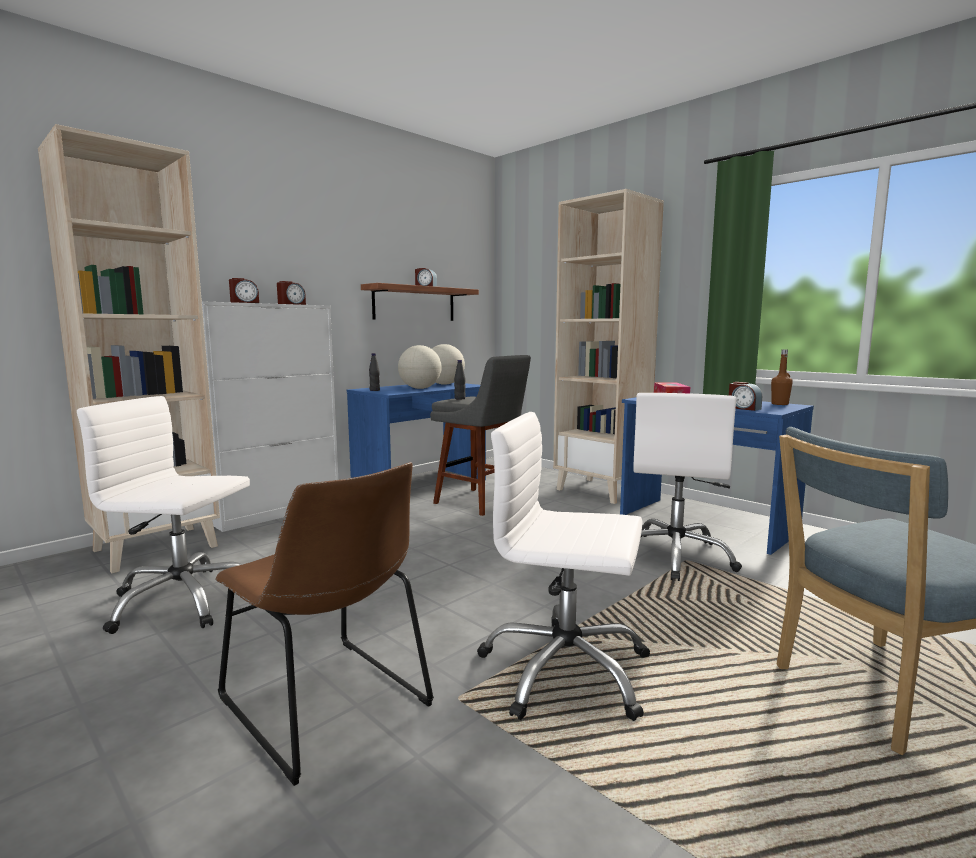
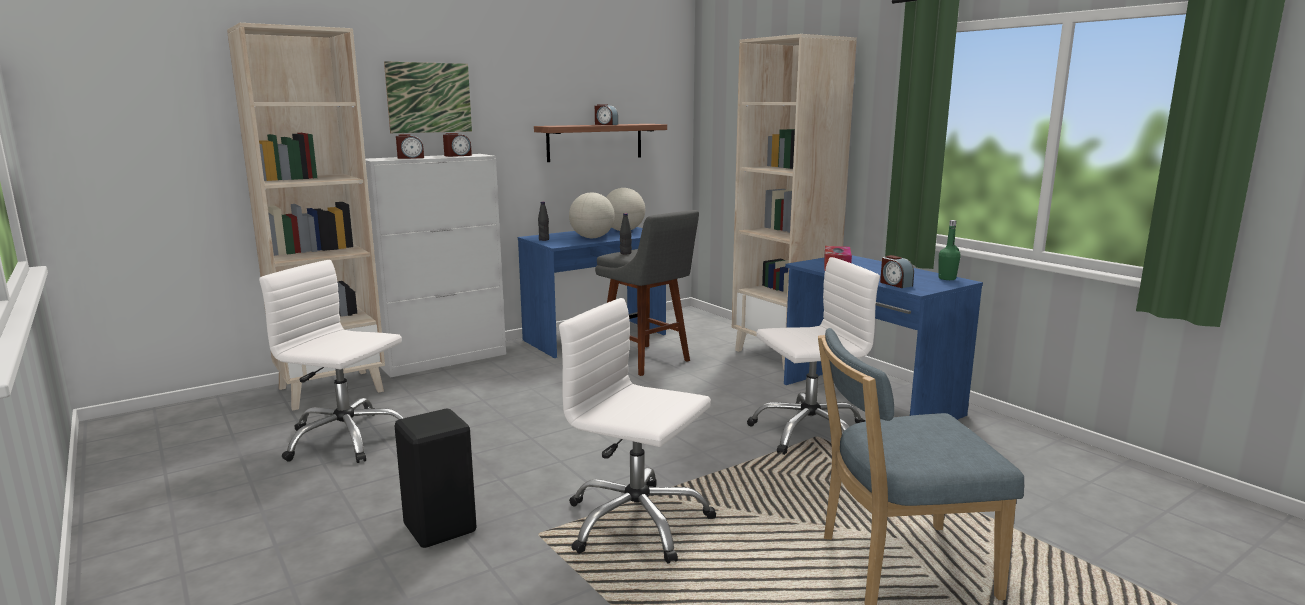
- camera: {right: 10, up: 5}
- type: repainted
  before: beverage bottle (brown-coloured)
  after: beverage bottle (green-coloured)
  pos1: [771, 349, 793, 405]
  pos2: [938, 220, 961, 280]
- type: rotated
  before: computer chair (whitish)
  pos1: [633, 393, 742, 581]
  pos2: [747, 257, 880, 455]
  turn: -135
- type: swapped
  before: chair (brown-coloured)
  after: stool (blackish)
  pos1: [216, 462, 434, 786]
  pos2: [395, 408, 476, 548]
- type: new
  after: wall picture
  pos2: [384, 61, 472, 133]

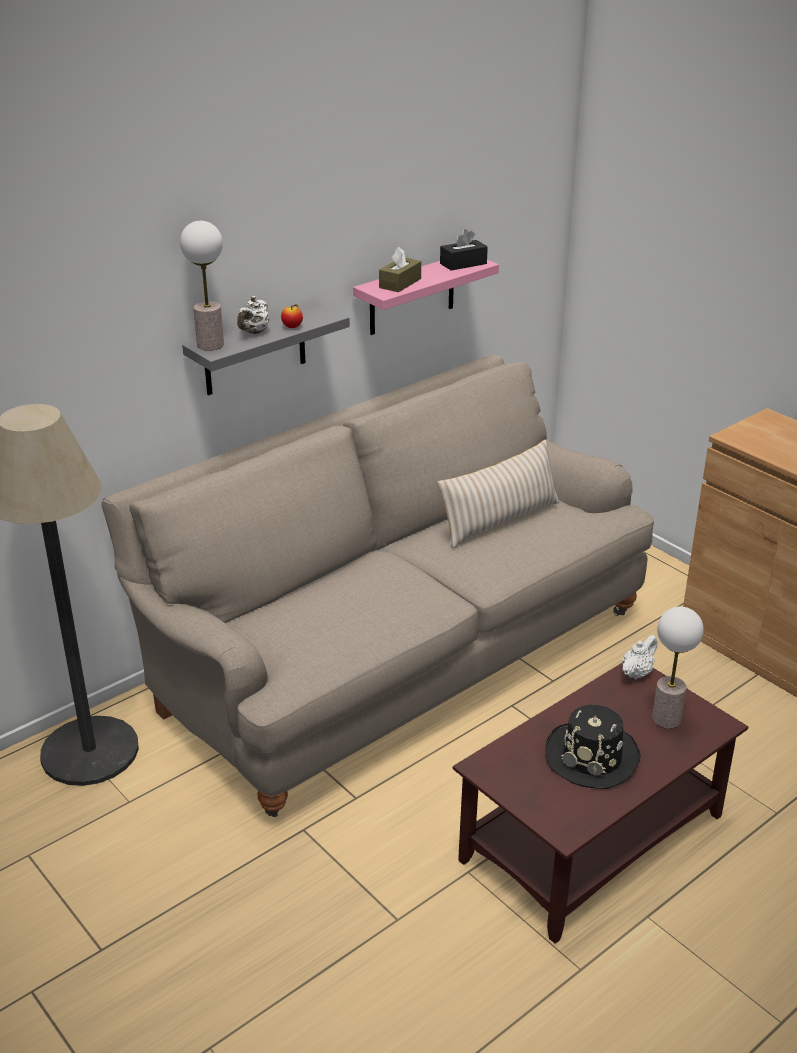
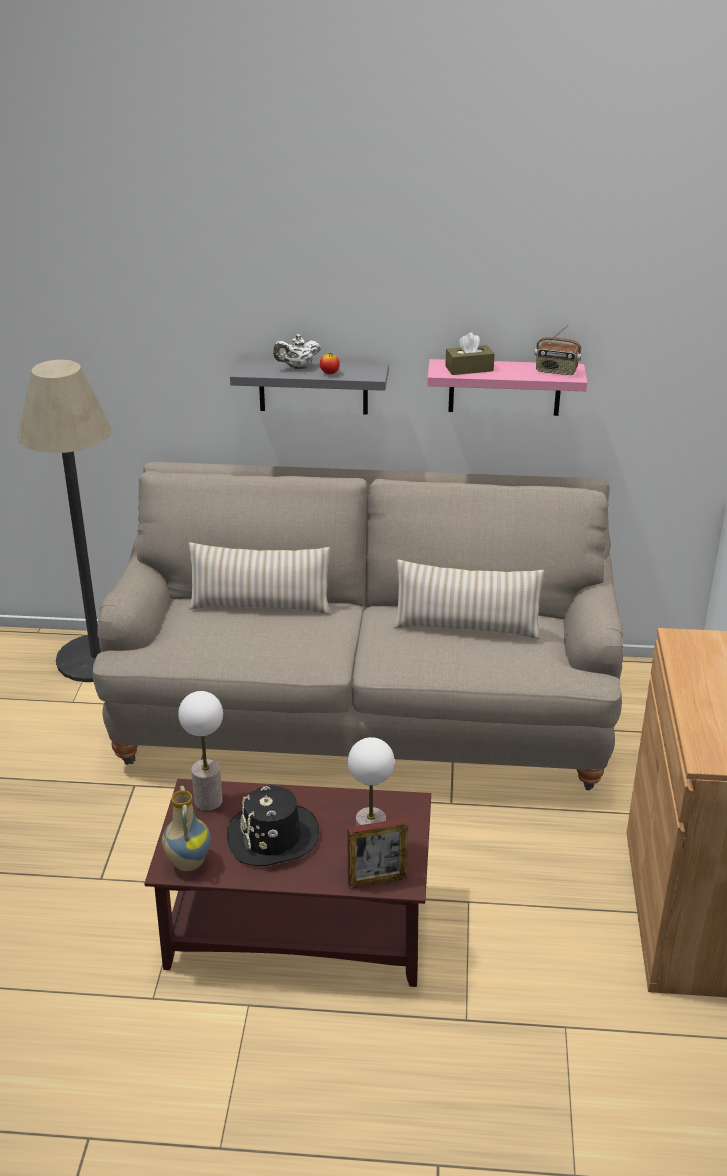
- camera: {right: 45, up: 0}
- type: shifted
  before: lamp for a table
  pos1: [180, 221, 224, 351]
  pos2: [178, 691, 223, 811]
- type: swapped
  before: tissue holder (blackish)
  after: radio set
  pos1: [440, 229, 488, 271]
  pos2: [535, 324, 582, 375]
- type: gone
  before: tea pot (whitish)
  pos1: [622, 635, 657, 679]
- type: new
  after: cushion (beige-coloured)
  pos2: [188, 542, 330, 615]
- type: new
  after: vase
  pos2: [162, 785, 211, 871]
- type: new
  after: standing frame
  pos2: [347, 818, 408, 888]

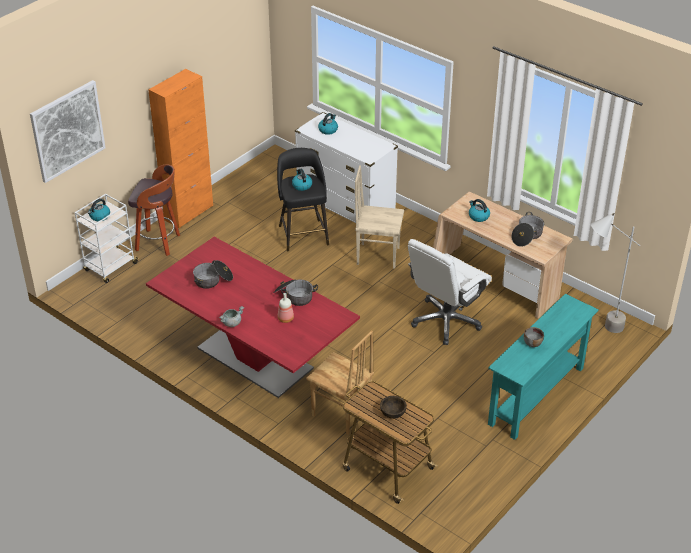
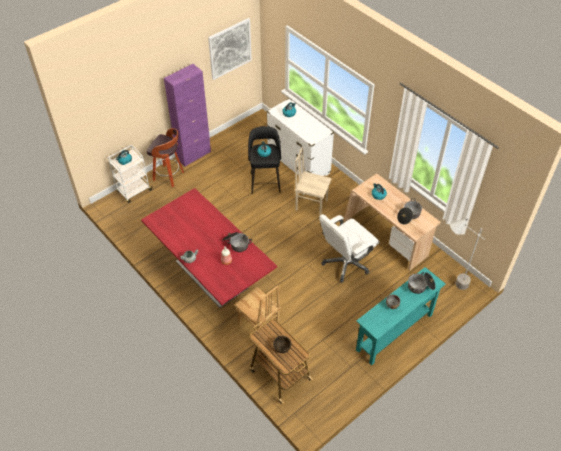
- camera: {right: 10, up: 10}
- type: repainted
  before: cabinet (orangey)
  after: cabinet (purple-coloured)
  pos1: [148, 69, 213, 228]
  pos2: [164, 64, 211, 167]
- type: shifted
  before: wall picture
  pos1: [30, 80, 106, 183]
  pos2: [208, 18, 252, 80]
- type: shifted
  before: cooking pot
  pos1: [193, 260, 233, 289]
  pos2: [408, 272, 435, 294]

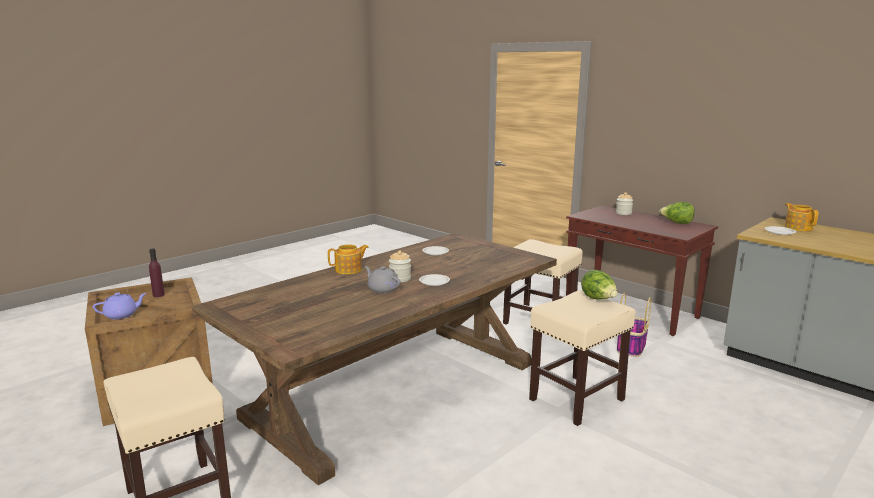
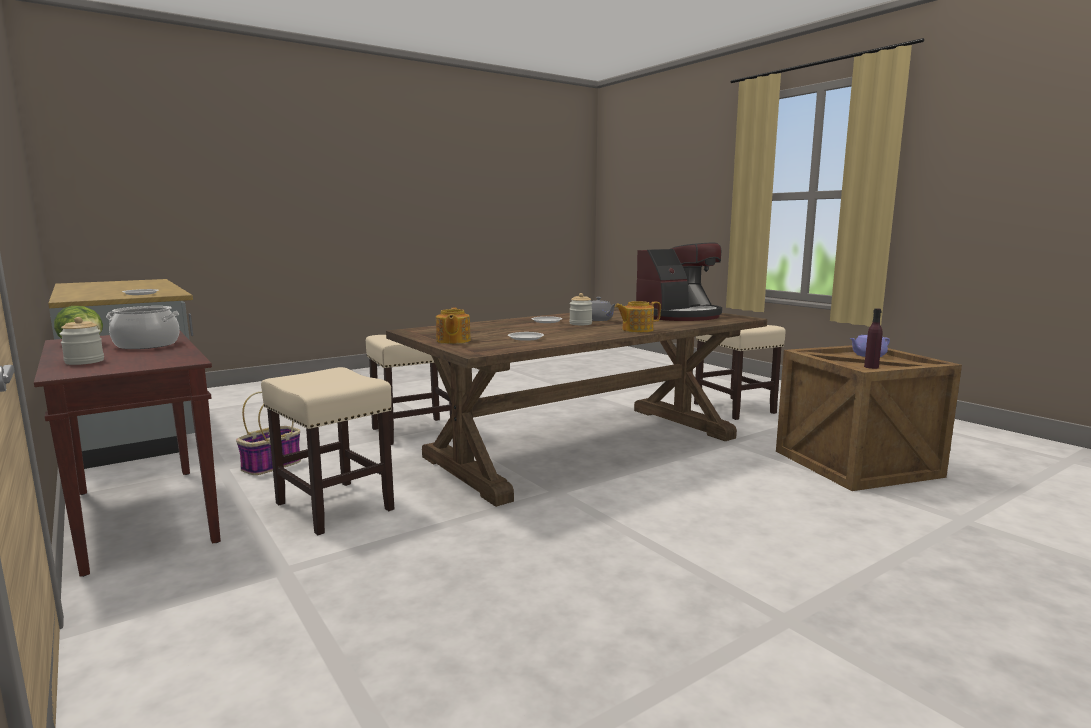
- camera: {right: -170, up: -5}
- type: shifted
  before: tea pot
  pos1: [784, 203, 819, 231]
  pos2: [436, 308, 471, 344]
- type: gone
  before: lettuce
  pos1: [581, 270, 618, 299]
- type: new
  after: coffee maker
  pos2: [636, 243, 722, 321]
- type: new
  after: cooking pot
  pos2: [106, 306, 180, 349]

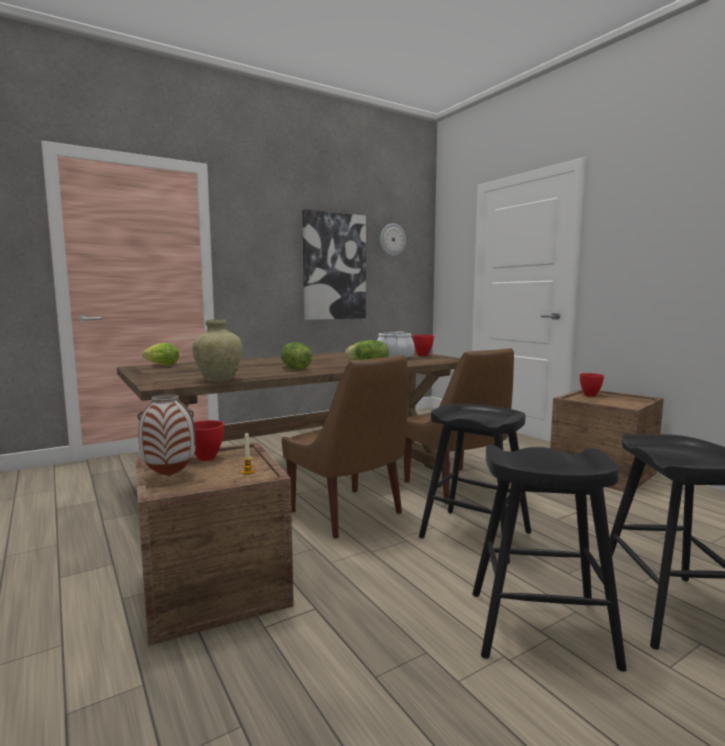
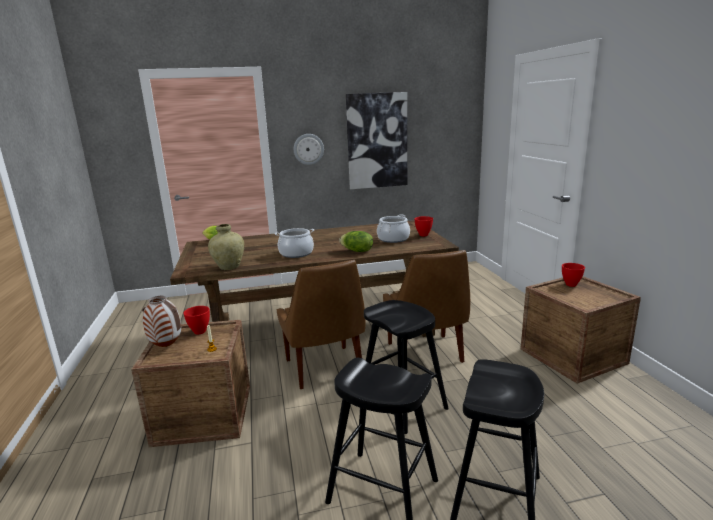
- camera: {right: 20, up: 10}
- type: shifted
  before: hanging clock
  pos1: [380, 223, 406, 256]
  pos2: [294, 134, 324, 165]
- type: swapped
  before: lettuce
  after: cooking pot
  pos1: [281, 342, 312, 370]
  pos2: [275, 228, 314, 258]

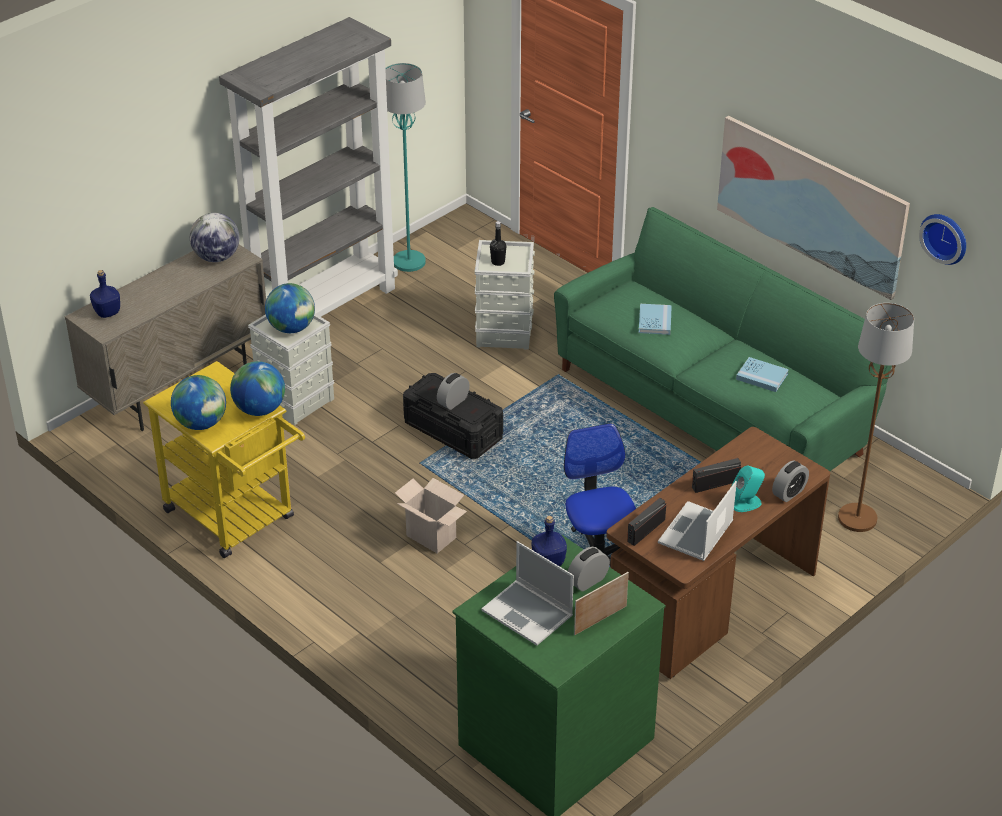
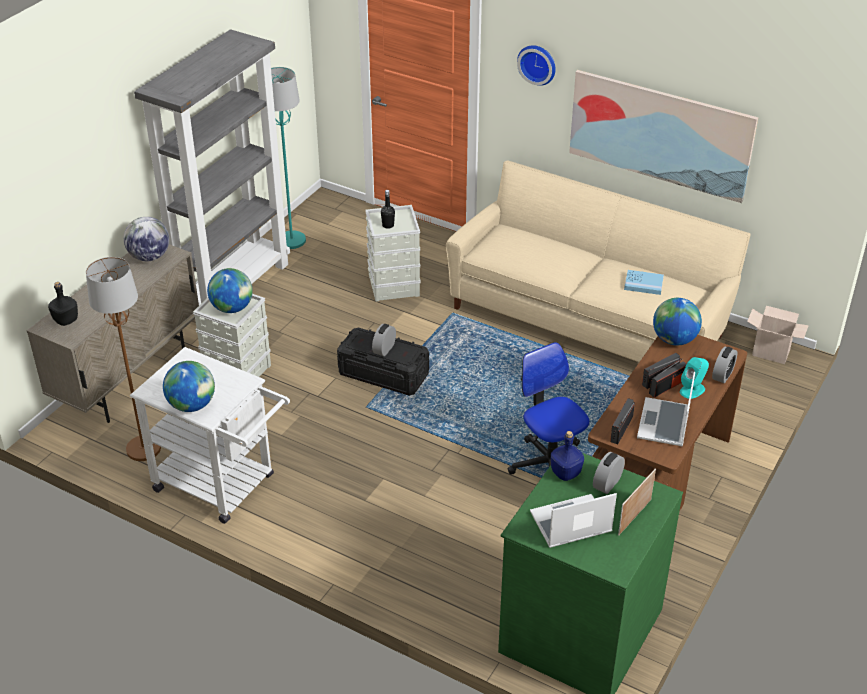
- camera: {right: -15, up: 0}
- type: repainted
  before: sofa (green-coloured)
  after: sofa (beige-coloured)
  pos1: [554, 207, 892, 471]
  pos2: [446, 160, 751, 362]
- type: shifted
  before: hanging clock
  pos1: [919, 214, 966, 265]
  pos2: [517, 45, 556, 86]
- type: repainted
  before: beverage bottle (bluish)
  after: beverage bottle (blackish)
  pos1: [90, 270, 120, 318]
  pos2: [48, 282, 78, 326]
- type: shifted
  before: standard lamp (brown-coloured)
  pos1: [838, 303, 914, 532]
  pos2: [86, 257, 161, 461]
- type: gone
  before: book (bluish)
  pos1: [639, 304, 672, 335]
- type: repainted
  before: trolley (yellowish)
  after: trolley (whitish)
  pos1: [143, 361, 305, 558]
  pos2: [130, 347, 290, 524]
- type: shifted
  before: desk globe
  pos1: [230, 361, 285, 416]
  pos2: [653, 298, 702, 345]
- type: shifted
  before: packing box
  pos1: [395, 478, 467, 554]
  pos2: [747, 306, 809, 364]
- type: rotated
  before: laptop
  pos1: [482, 541, 574, 646]
  pos2: [530, 493, 617, 548]
  turn: 135
- type: new
  after: radio set
  pos2: [649, 358, 687, 398]

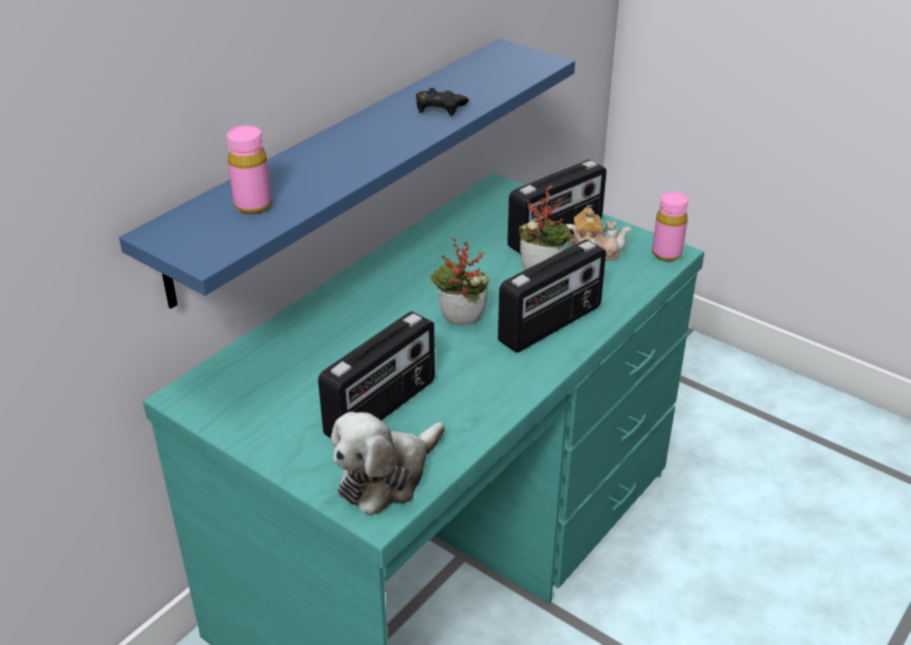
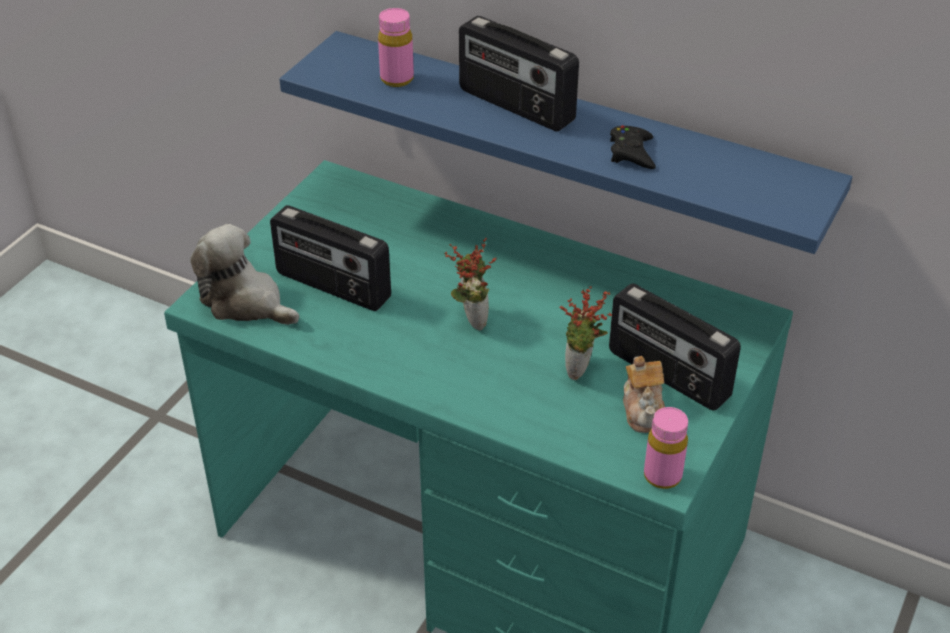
- camera: {right: 80, up: 5}
- type: shifted
  before: radio set
  pos1: [498, 239, 606, 353]
  pos2: [459, 16, 579, 131]

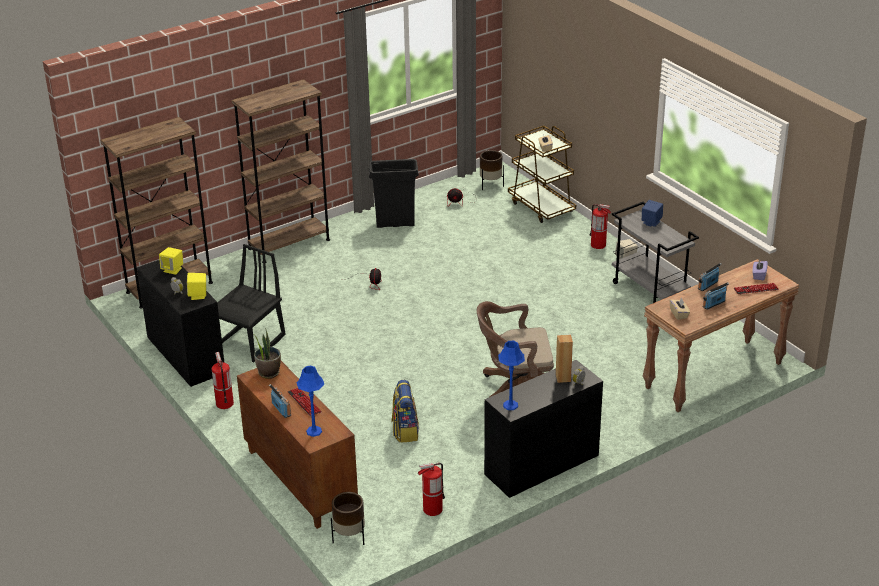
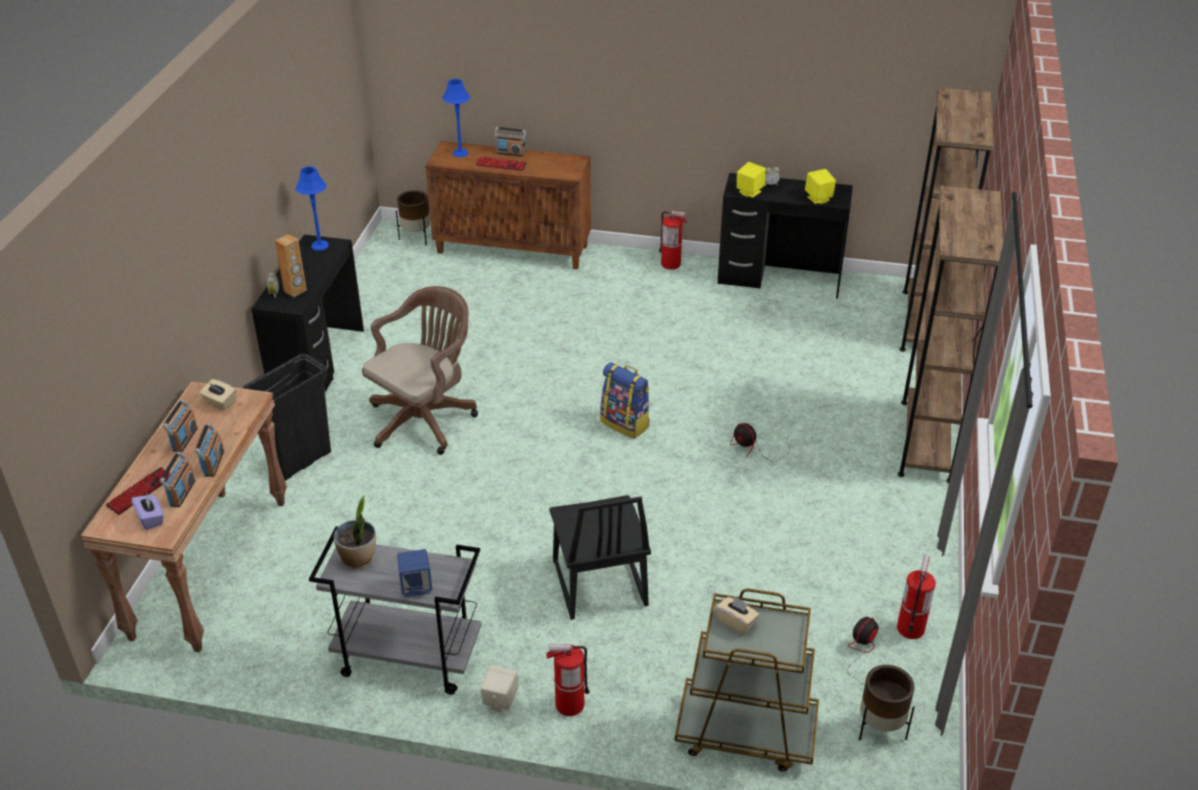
- camera: {right: 135, up: 5}
- type: shifted
  before: rubbish bin (blackish)
  pos1: [369, 159, 419, 228]
  pos2: [243, 354, 331, 481]
- type: shifted
  before: chair (blackish)
  pos1: [217, 244, 286, 362]
  pos2: [549, 495, 651, 620]
- type: shifted
  before: houseplant
  pos1: [254, 331, 281, 379]
  pos2: [334, 495, 376, 569]
- type: shifted
  before: backpack
  pos1: [391, 380, 419, 442]
  pos2: [600, 362, 650, 439]
- type: shifted
  before: fire extinguisher
  pos1: [418, 463, 445, 516]
  pos2: [897, 555, 936, 639]
- type: new
  after: radio set
  pos2: [159, 452, 195, 507]

